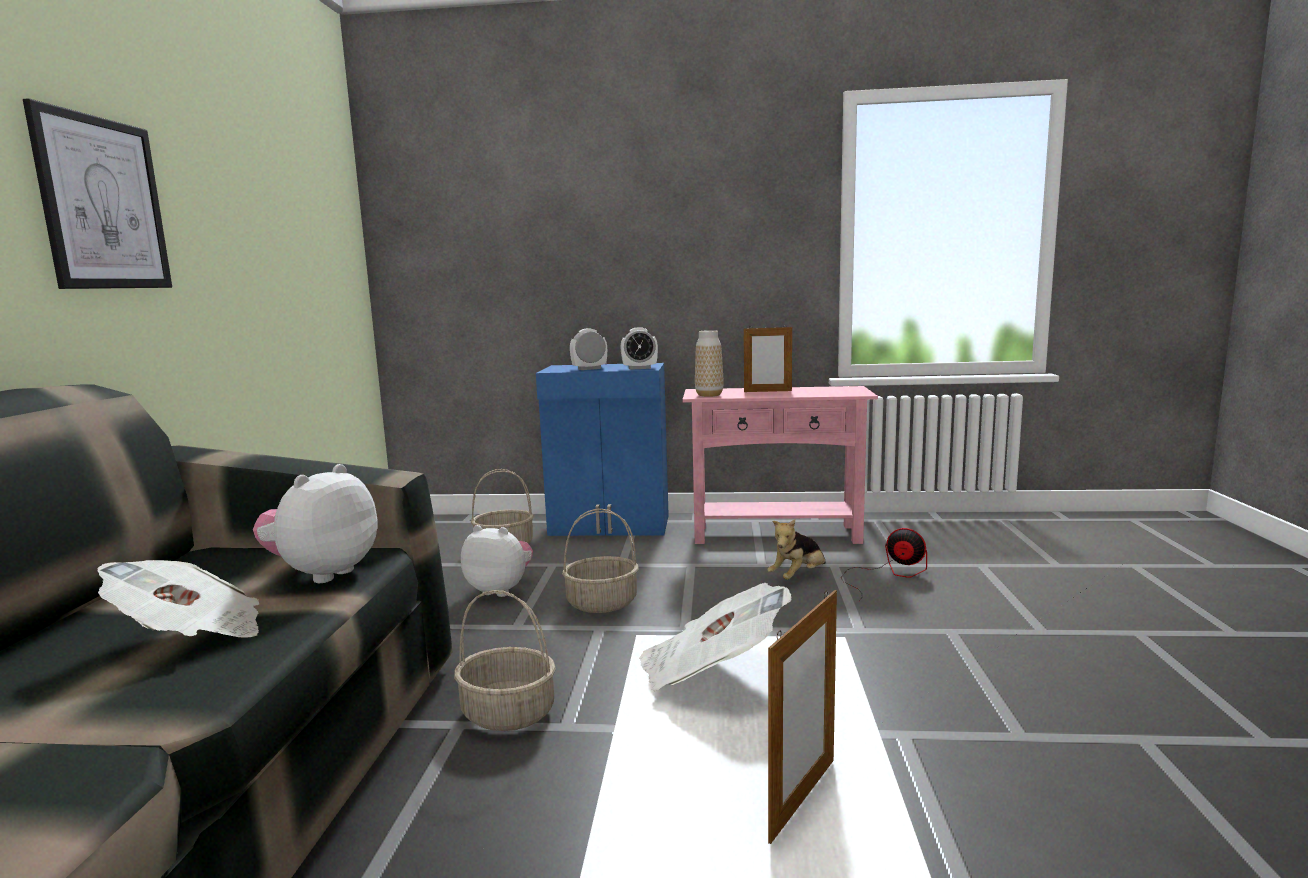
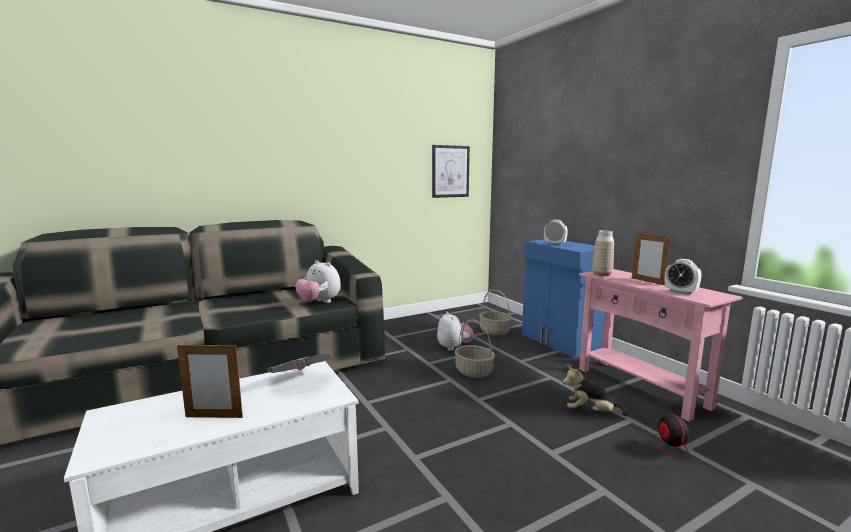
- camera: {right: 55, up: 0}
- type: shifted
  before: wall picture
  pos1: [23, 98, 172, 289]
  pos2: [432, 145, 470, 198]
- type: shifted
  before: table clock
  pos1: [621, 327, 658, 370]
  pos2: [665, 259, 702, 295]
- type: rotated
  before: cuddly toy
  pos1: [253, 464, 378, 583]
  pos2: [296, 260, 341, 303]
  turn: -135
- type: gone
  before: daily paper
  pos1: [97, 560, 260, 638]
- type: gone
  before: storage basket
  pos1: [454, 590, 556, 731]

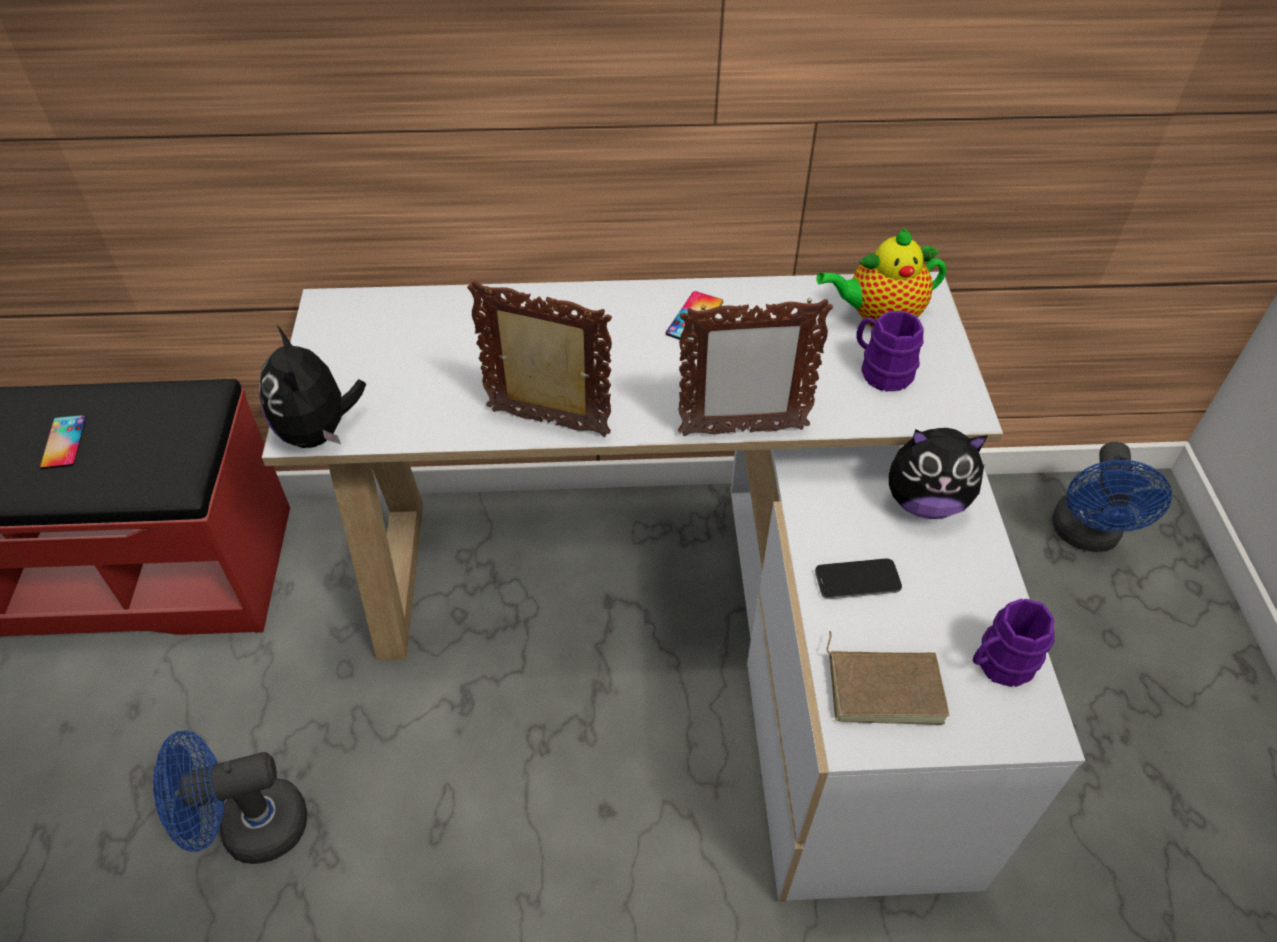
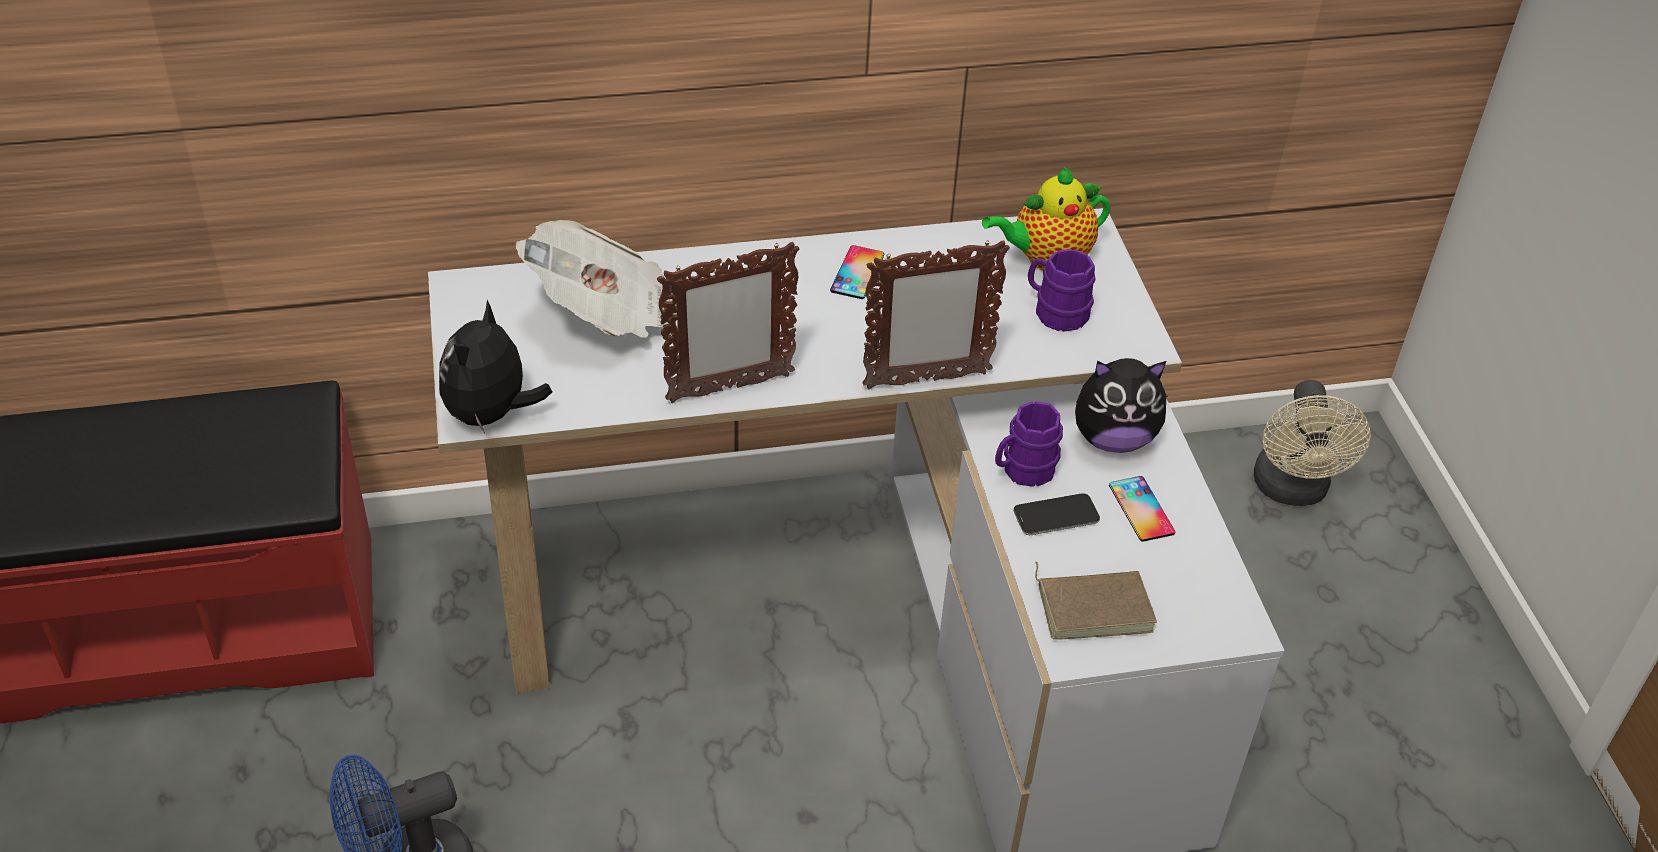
- camera: {right: -10, up: -5}
- type: rotated
  before: standing frame
  pos1: [467, 280, 612, 437]
  pos2: [657, 242, 799, 403]
  turn: 150
- type: rotated
  before: cuddly toy
  pos1: [259, 326, 366, 448]
  pos2: [439, 300, 552, 433]
  turn: 45
- type: shifted
  before: handset
  pos1: [40, 415, 86, 469]
  pos2: [1109, 476, 1176, 542]
- type: repainted
  before: electric fan (bluish)
  after: electric fan (beige-coloured)
  pos1: [1052, 442, 1172, 552]
  pos2: [1254, 380, 1371, 506]
- type: shifted
  before: tea mug (purple-coloured)
  pos1: [973, 598, 1055, 687]
  pos2: [995, 401, 1063, 487]
- type: new
  after: daily paper
  pos2: [516, 220, 677, 338]

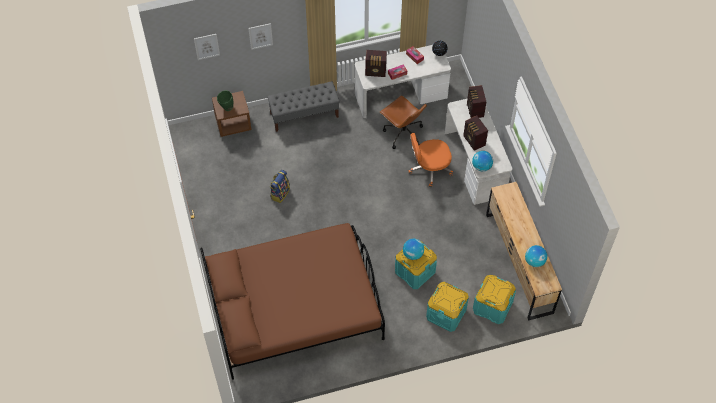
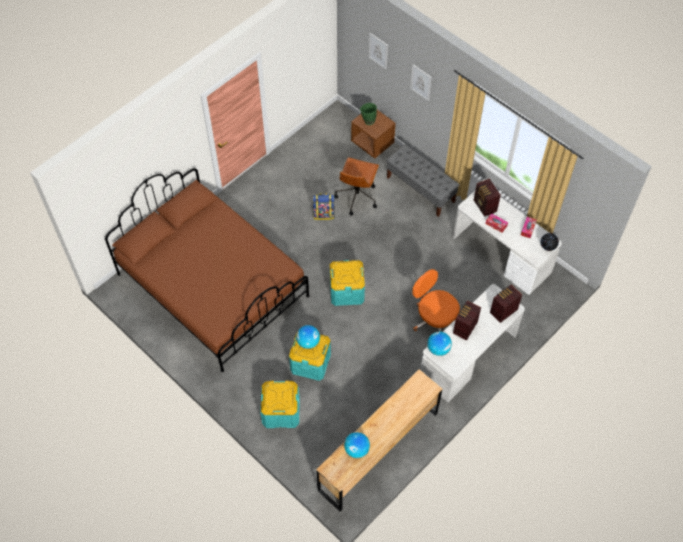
- camera: {right: 60, up: 0}
- type: shifted
  before: computer chair (brown-coloured)
  pos1: [380, 96, 427, 149]
  pos2: [334, 157, 379, 215]
- type: shifted
  before: storage bin (turquoise)
  pos1: [473, 275, 516, 324]
  pos2: [330, 260, 365, 306]

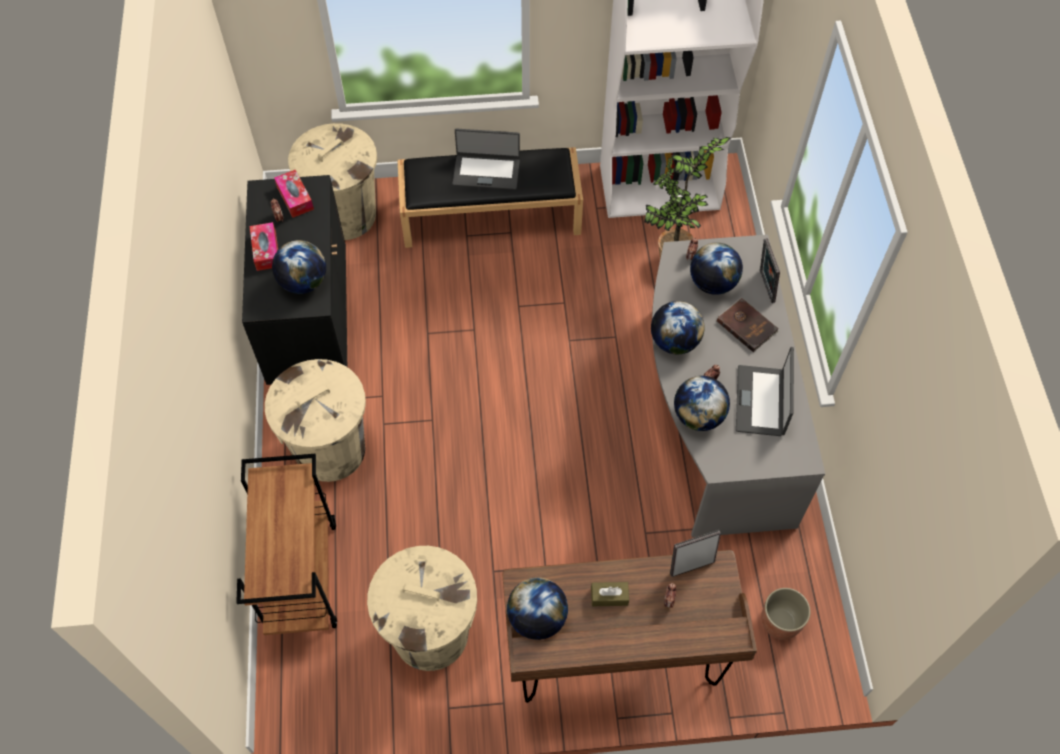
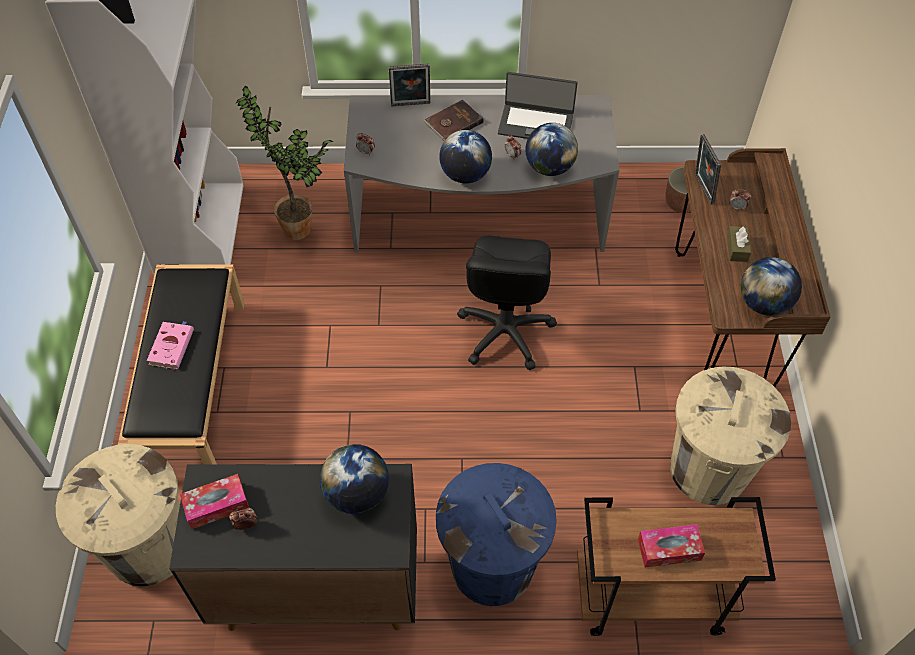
- camera: {right: -85, up: -5}
- type: swapped
  before: laptop
  after: book (pinkish)
  pos1: [452, 129, 520, 190]
  pos2: [147, 321, 194, 369]
- type: shifted
  before: tissue holder
  pos1: [250, 222, 278, 271]
  pos2: [638, 524, 705, 567]
- type: gone
  before: desk globe
  pos1: [690, 243, 743, 295]
- type: repainted
  before: rubbish bin (beige-coloured)
  after: rubbish bin (bluish)
  pos1: [265, 359, 366, 482]
  pos2: [436, 463, 557, 606]
- type: new
  after: computer chair (blackish)
  pos2: [457, 236, 557, 370]

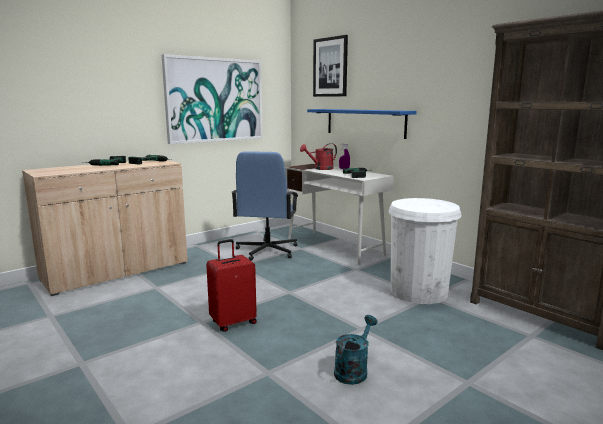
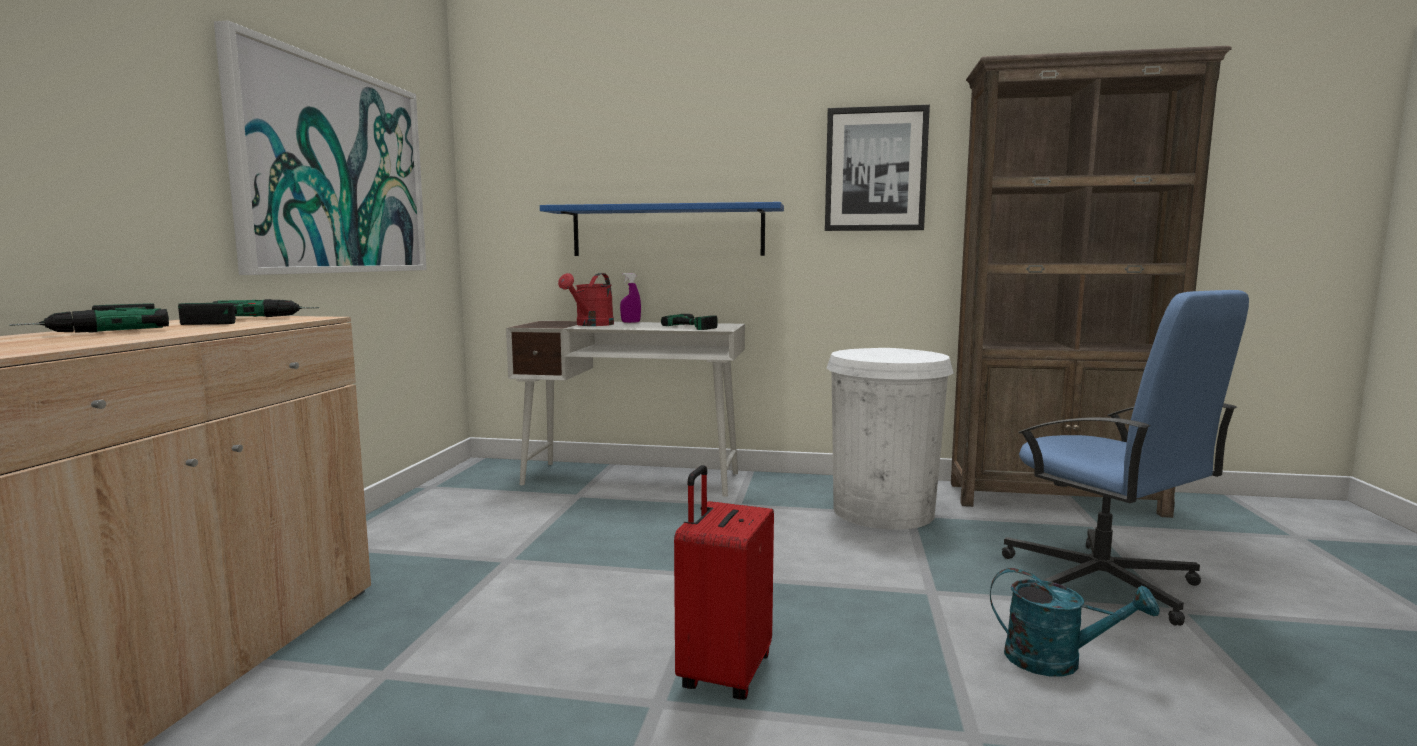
- camera: {right: -40, up: -5}
- type: shifted
  before: wall picture
  pos1: [313, 35, 348, 97]
  pos2: [825, 105, 930, 231]
- type: shifted
  before: computer chair (bluish)
  pos1: [231, 151, 298, 261]
  pos2: [1002, 290, 1249, 626]
- type: rotated
  before: sprinkling can (turquoise)
  pos1: [334, 315, 378, 385]
  pos2: [990, 568, 1160, 677]
  turn: 120

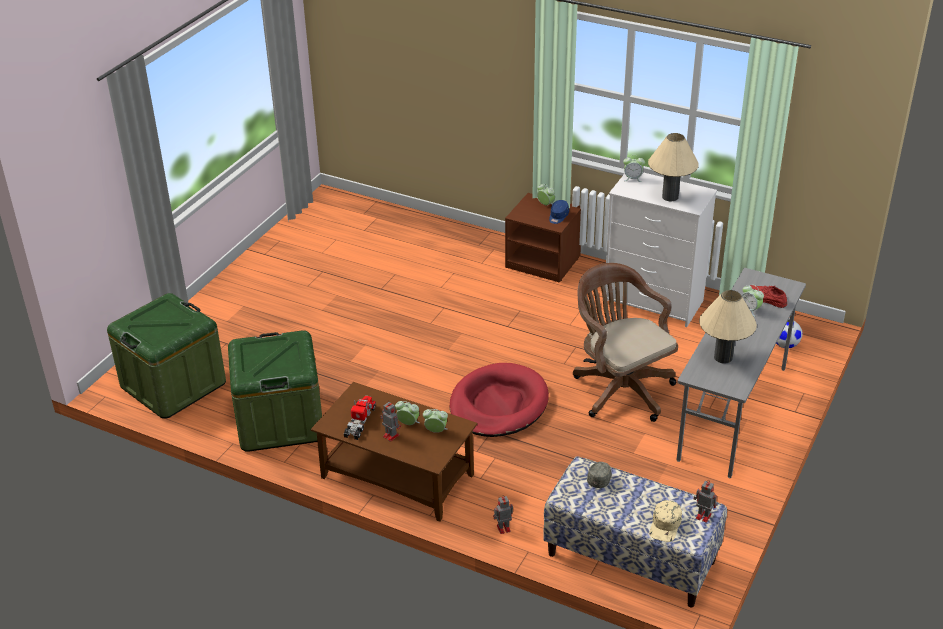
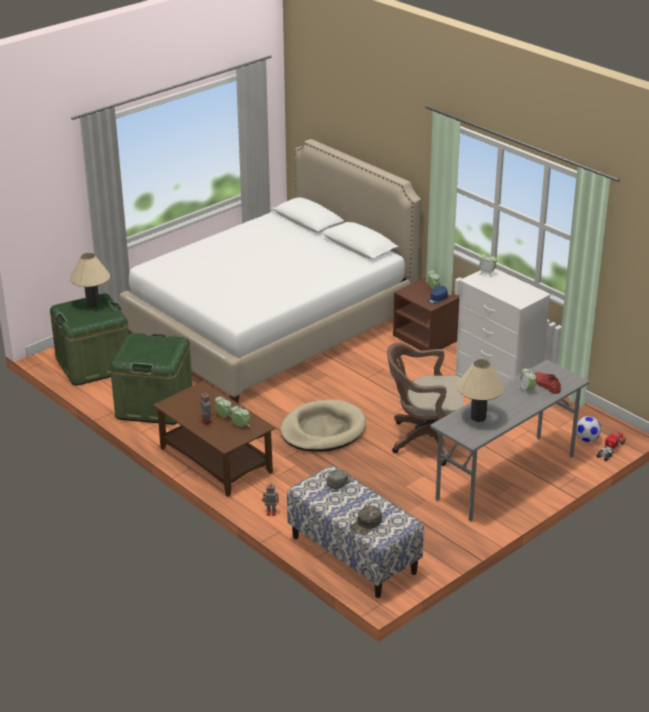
- camera: {right: 20, up: -5}
- type: shifted
  before: lamp for a table (beige-coloured)
  pos1: [648, 133, 699, 201]
  pos2: [70, 253, 110, 308]
- type: rotated
  before: computer chair (brown-coloured)
  pos1: [573, 263, 678, 422]
  pos2: [387, 343, 464, 466]
  turn: -75
- type: repainted
  before: dog bed (red)
  after: dog bed (beige-coloured)
  pos1: [449, 363, 549, 437]
  pos2: [280, 400, 366, 452]
- type: shifted
  before: toy truck
  pos1: [343, 396, 376, 440]
  pos2: [596, 432, 626, 461]
- type: gone
  before: robot figure
  pos1: [693, 481, 717, 523]
- type: repainted
  before: cap (beige-coloured)
  after: cap (green-coloured)
  pos1: [649, 500, 682, 542]
  pos2: [349, 506, 382, 535]
- type: new
  after: bed (whitish)
  pos2: [119, 139, 421, 403]

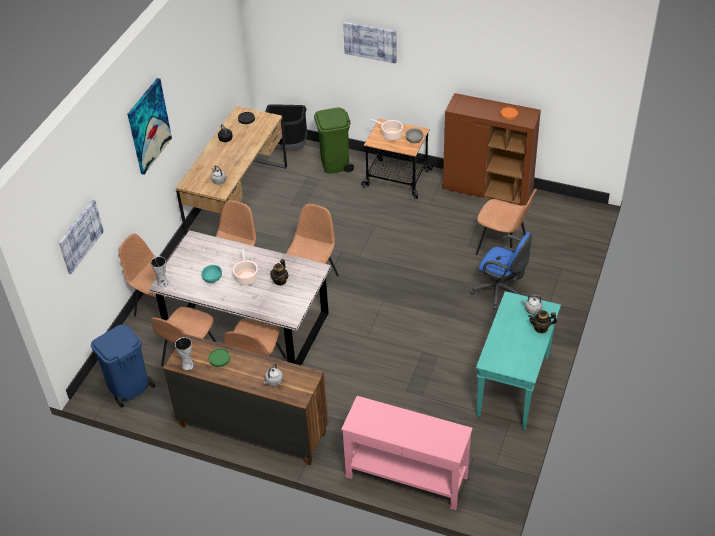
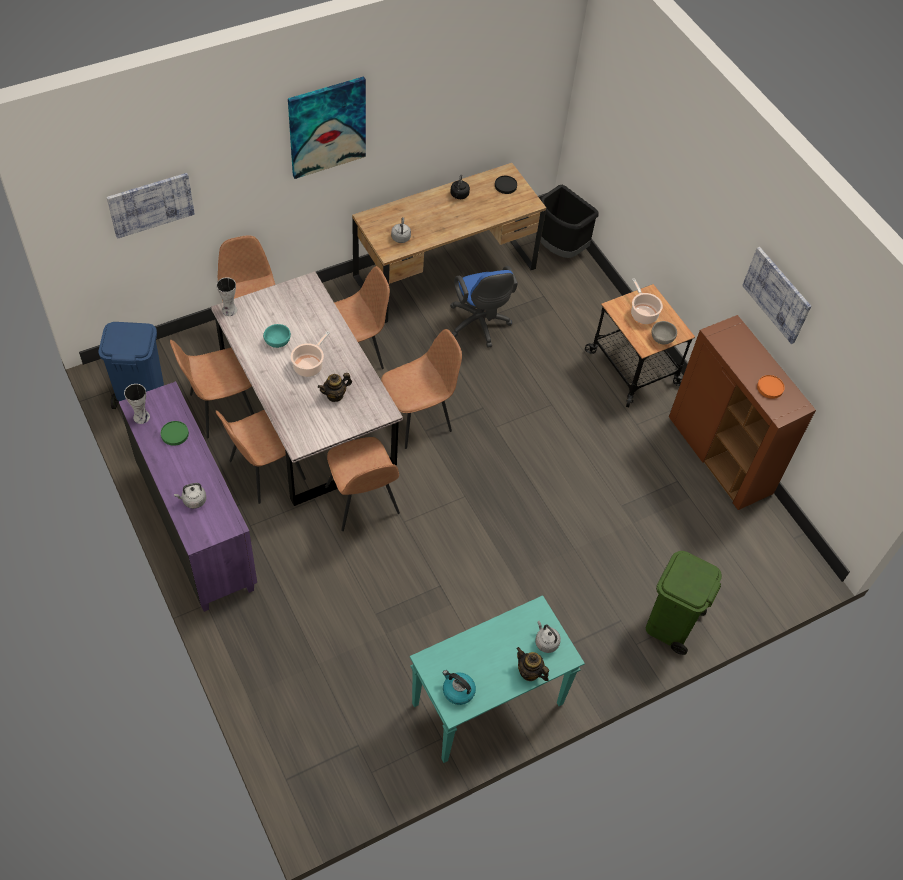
- camera: {right: 35, up: 10}
- type: shifted
  before: wall picture
  pos1: [343, 22, 397, 64]
  pos2: [742, 247, 811, 344]
- type: shifted
  before: rubbish bin (green-coloured)
  pos1: [314, 108, 354, 174]
  pos2: [646, 551, 722, 655]
- type: shifted
  before: chair (brown-coloured)
  pos1: [476, 188, 537, 255]
  pos2: [325, 437, 400, 531]
- type: shifted
  before: computer chair (bluish)
  pos1: [470, 232, 532, 310]
  pos2: [450, 266, 518, 348]
- type: repainted
  before: drawer chest (brown-coloured)
  after: drawer chest (purple-coloured)
  pos1: [163, 334, 328, 465]
  pos2: [119, 381, 257, 612]
- type: gone
  before: console table (pinkish)
  pos1: [341, 396, 473, 510]
- type: new
  after: water kettle
  pos2: [443, 670, 476, 705]

